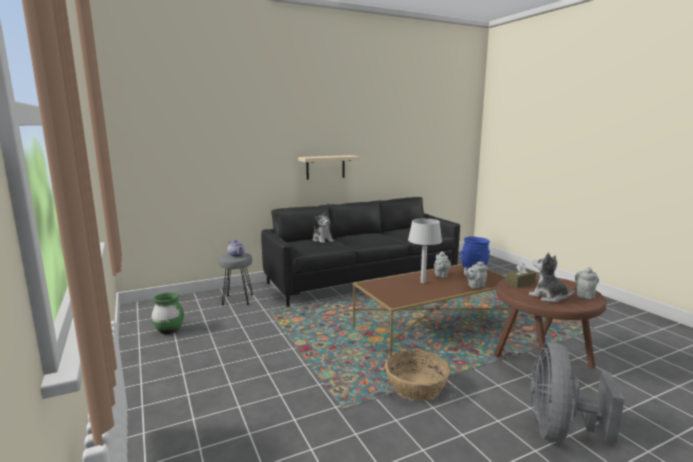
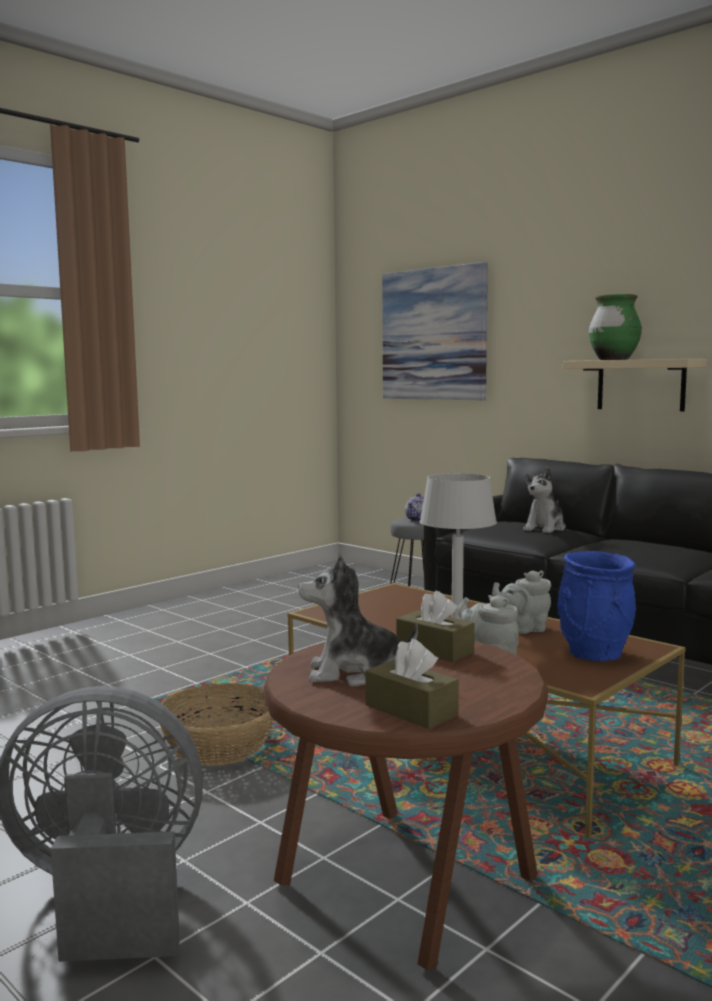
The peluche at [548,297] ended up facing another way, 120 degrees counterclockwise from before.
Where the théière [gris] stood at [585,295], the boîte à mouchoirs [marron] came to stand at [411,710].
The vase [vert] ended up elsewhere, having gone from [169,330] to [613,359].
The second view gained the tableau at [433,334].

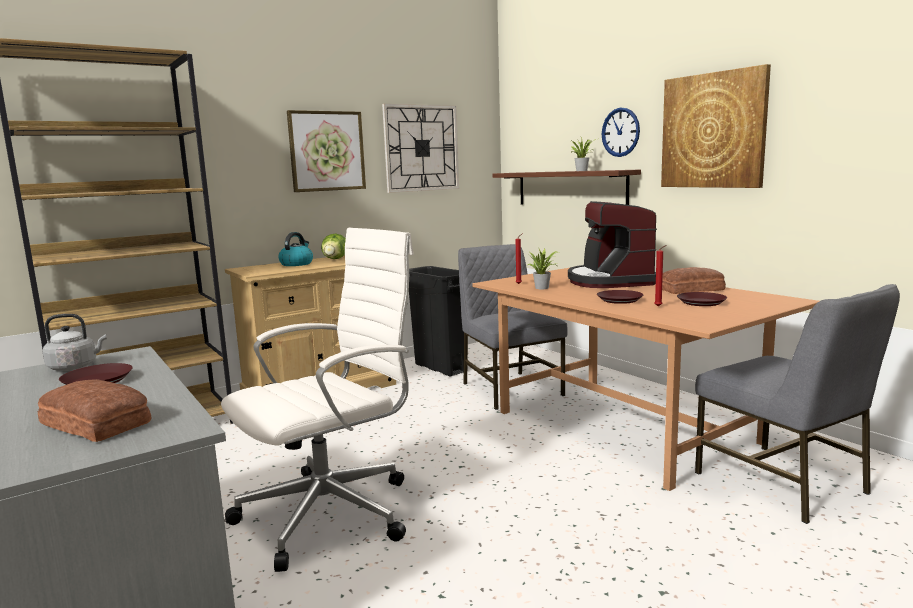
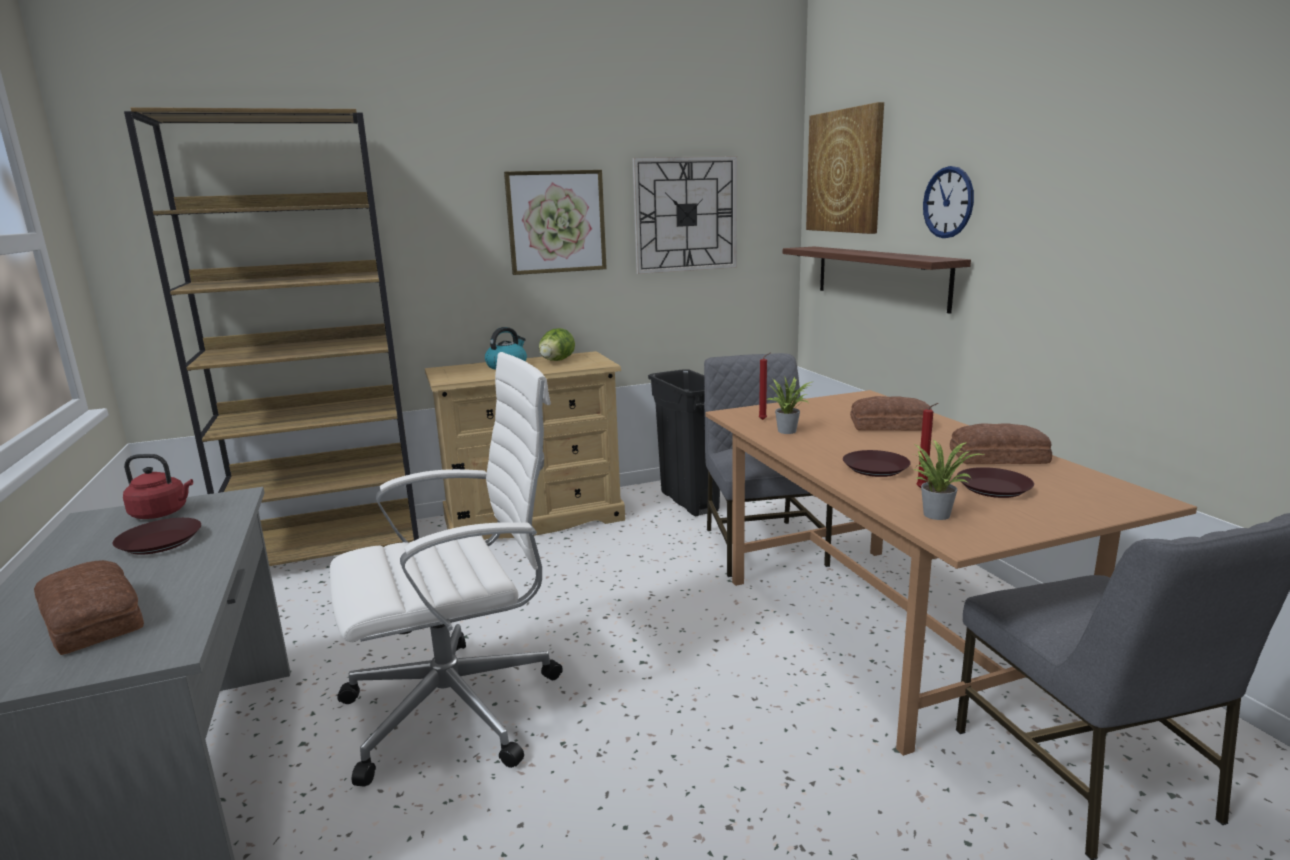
The tableau ended up elsewhere, having gone from [713,131] to [844,171].
The plante en pot ended up elsewhere, having gone from [581,170] to [936,513].
Where the machine à café stood at [609,281], the pain came to stand at [891,426].
What was the bouilloire [gris] at [75,367] turned into the bouilloire [rouge] at [162,513].

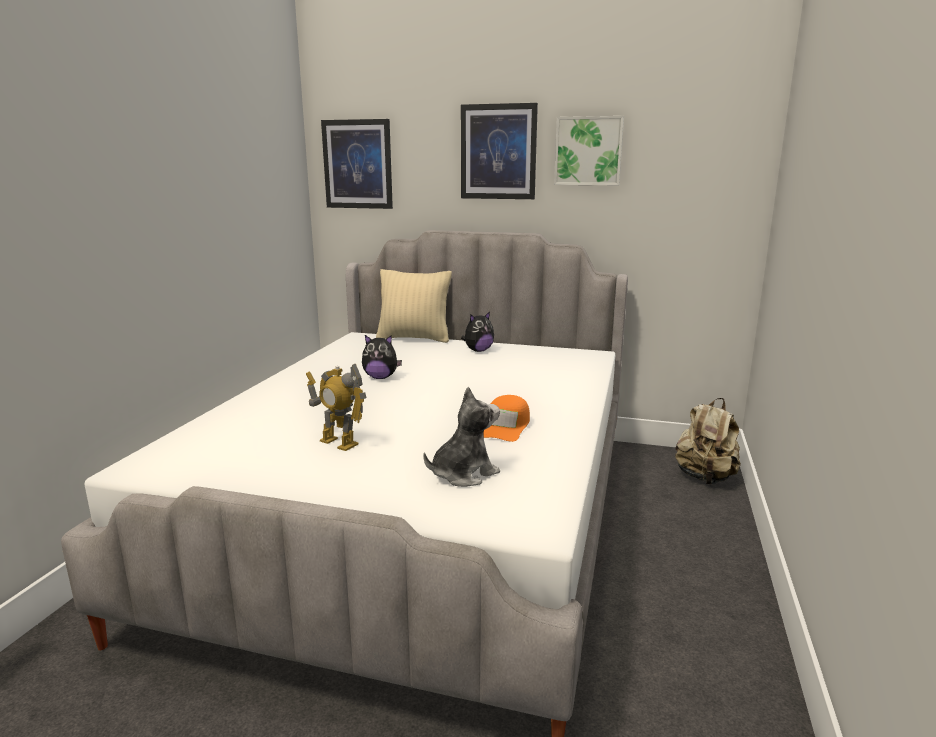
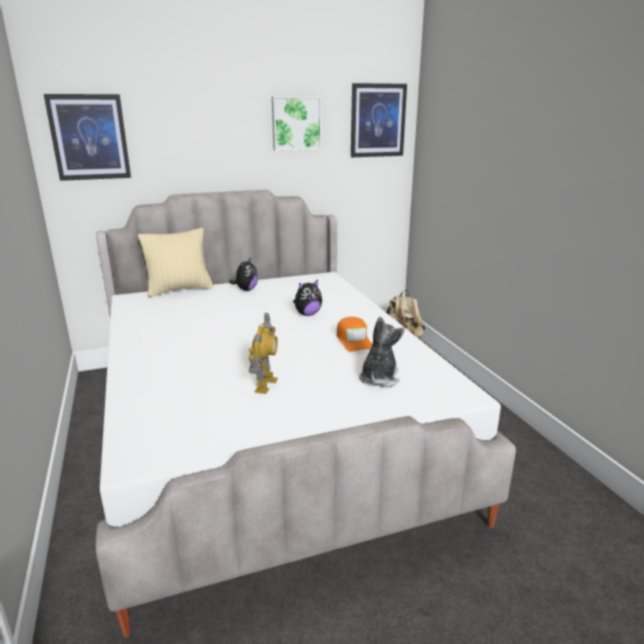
The tableau ended up elsewhere, having gone from [498,152] to [377,120].
The peluche ended up elsewhere, having gone from [380,377] to [307,314].
The robot jouet at [338,443] ended up facing another way, 75 degrees counterclockwise from before.

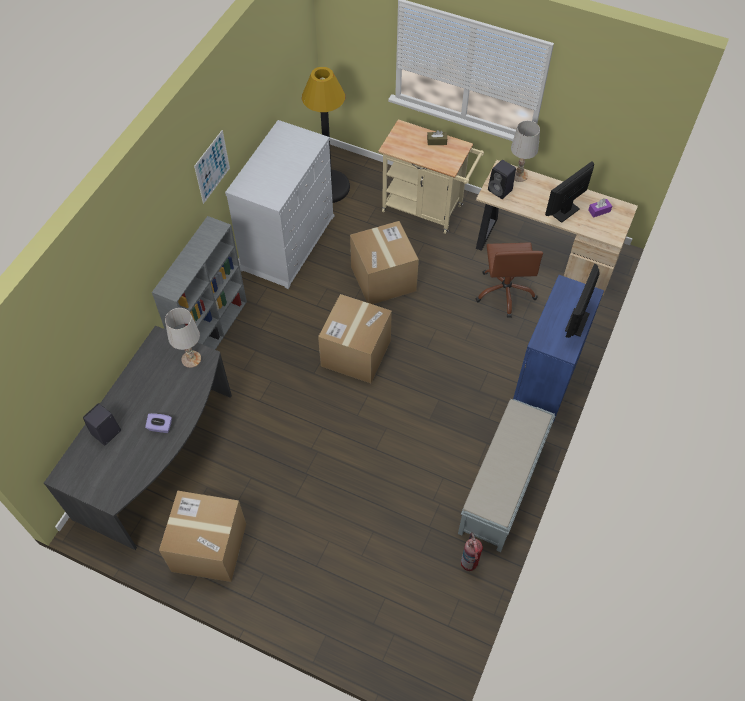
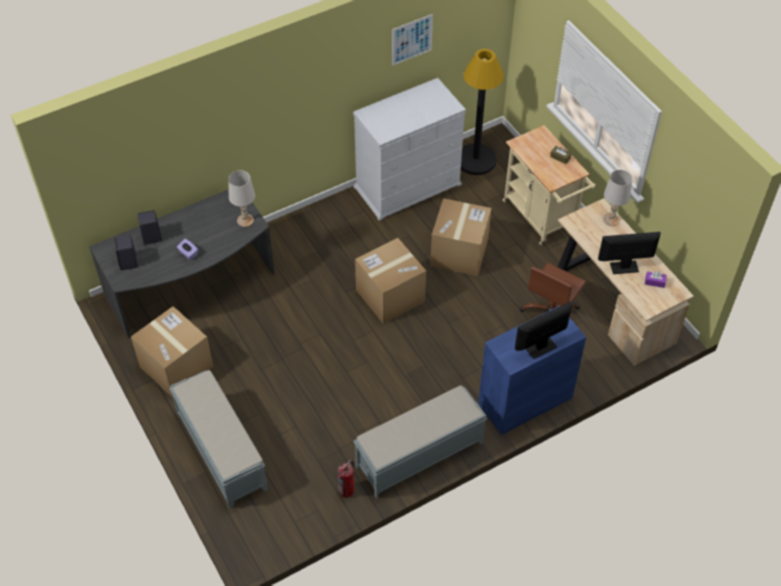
The tableau ended up elsewhere, having gone from [212,167] to [412,39].
The enceinte [noir] ended up elsewhere, having gone from [500,190] to [128,263].
The second view lost the bibliothèque [gris] at [213,331].
The second view gained the banc [gris] at [221,450].

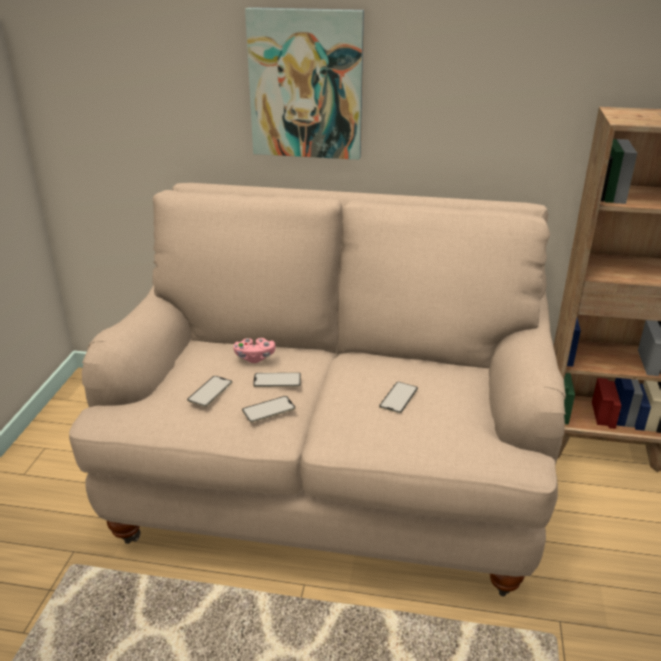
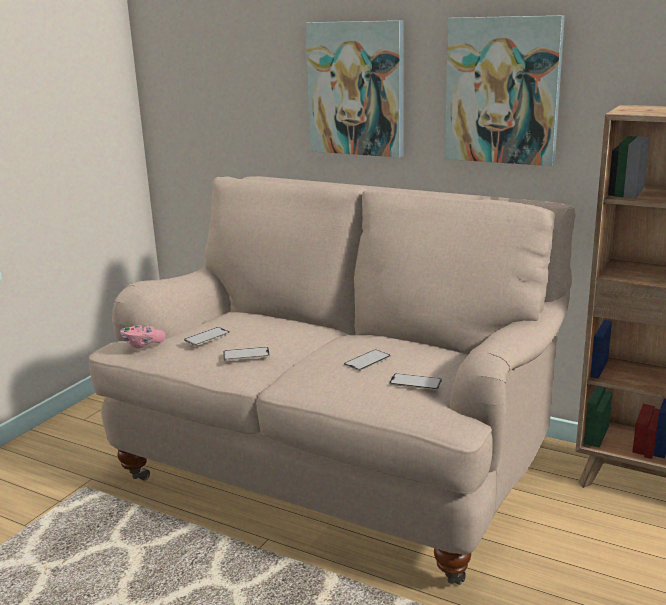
The manette [rose] ended up elsewhere, having gone from [254,357] to [142,344].
The téléphone ended up elsewhere, having gone from [277,380] to [415,382].
The second view gained the tableau at [502,90].

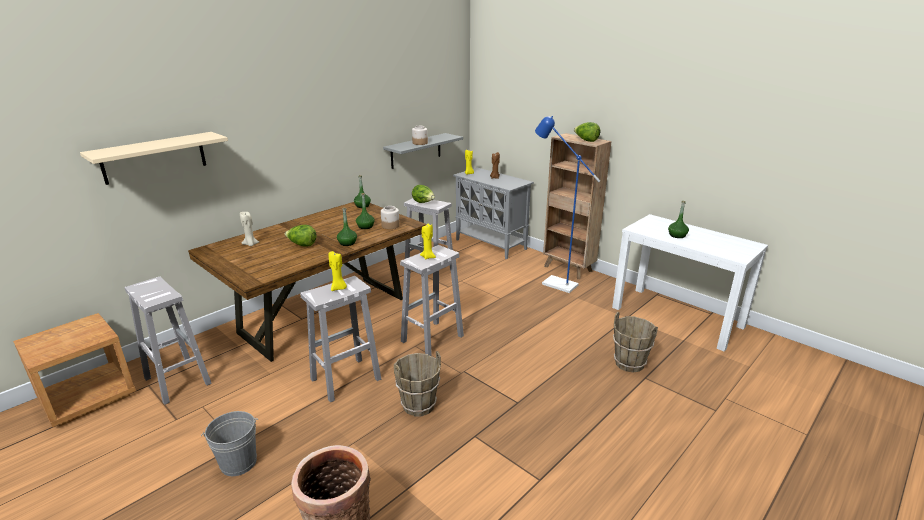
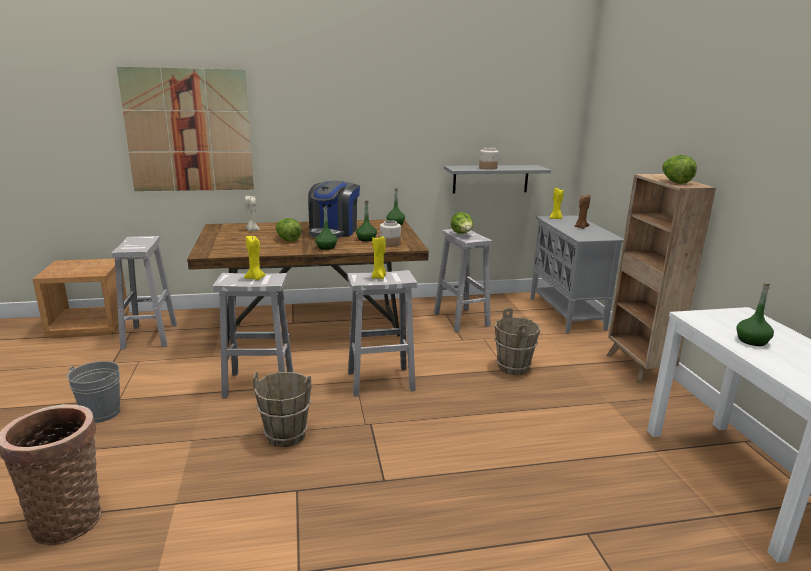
The second view lost the lampadaire [bleu] at [554,283].
Where the étagère [beige] hung at [154,157], the tableau came to hang at [189,131].
The seau [marron] ended up elsewhere, having gone from [629,363] to [513,367].
The second view gained the machine à café at [333,231].

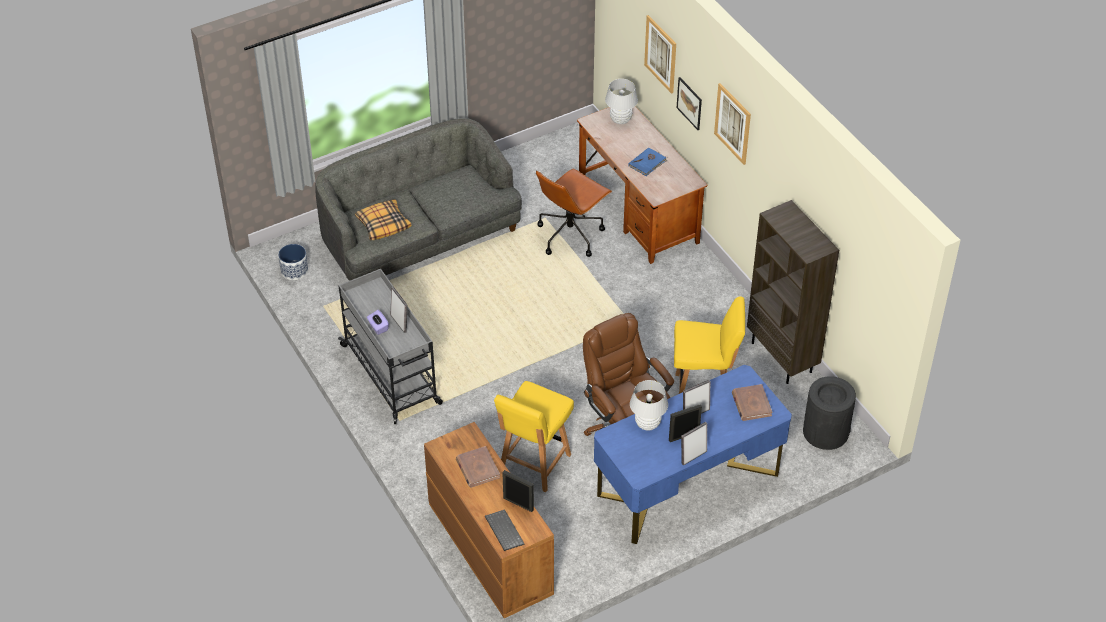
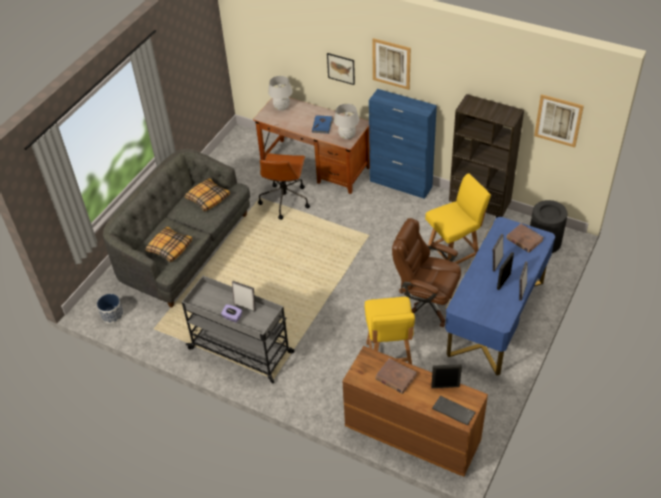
The tableau ended up elsewhere, having gone from [660,54] to [558,120].
The lampe de table [blanc] ended up elsewhere, having gone from [647,424] to [347,136].
The second view gained the meuble de rangement [bleu] at [401,184].
The second view gained the coussin at [207,198].

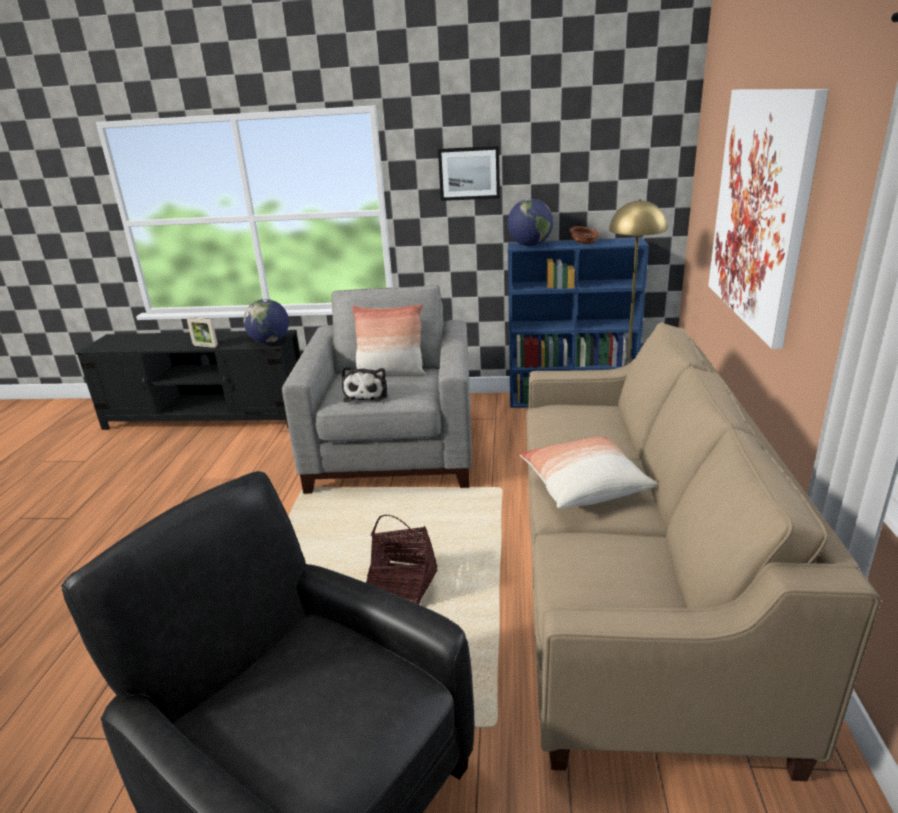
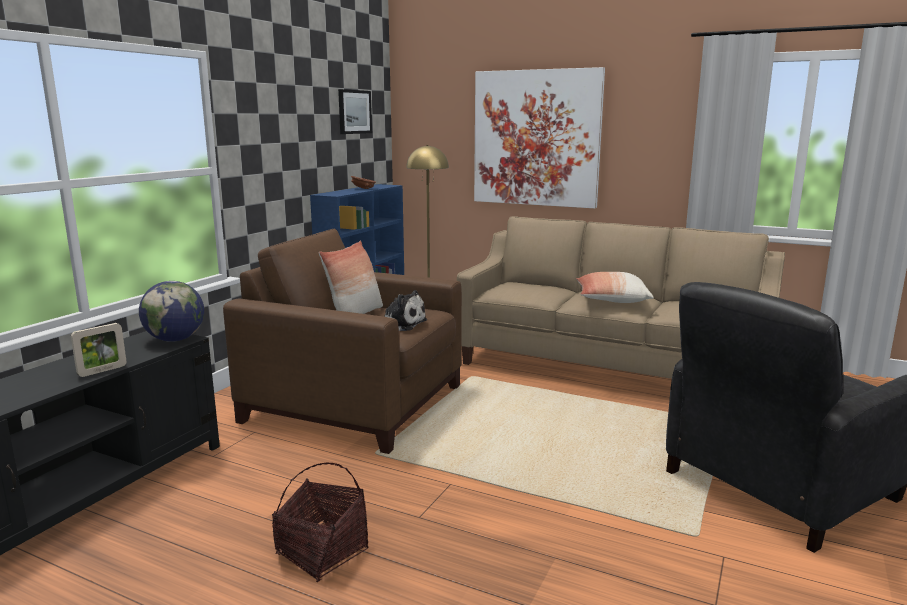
The tableau ended up elsewhere, having gone from [469,173] to [354,112].
The second view lost the globe at [530,245].
What was the fauteuil [gris] at [394,451] turned into the fauteuil [marron] at [358,403].
The panier ended up elsewhere, having gone from [402,585] to [321,552].

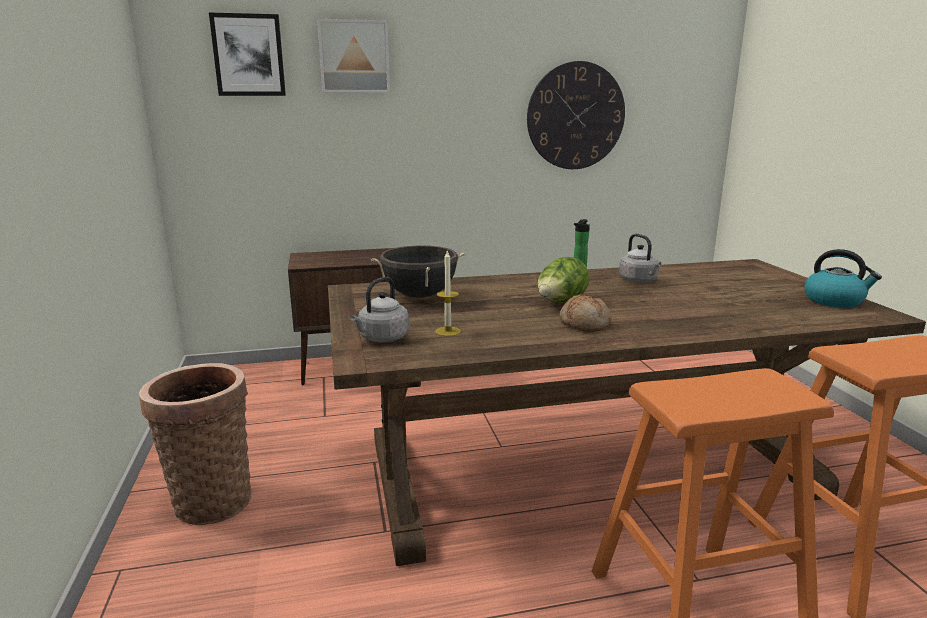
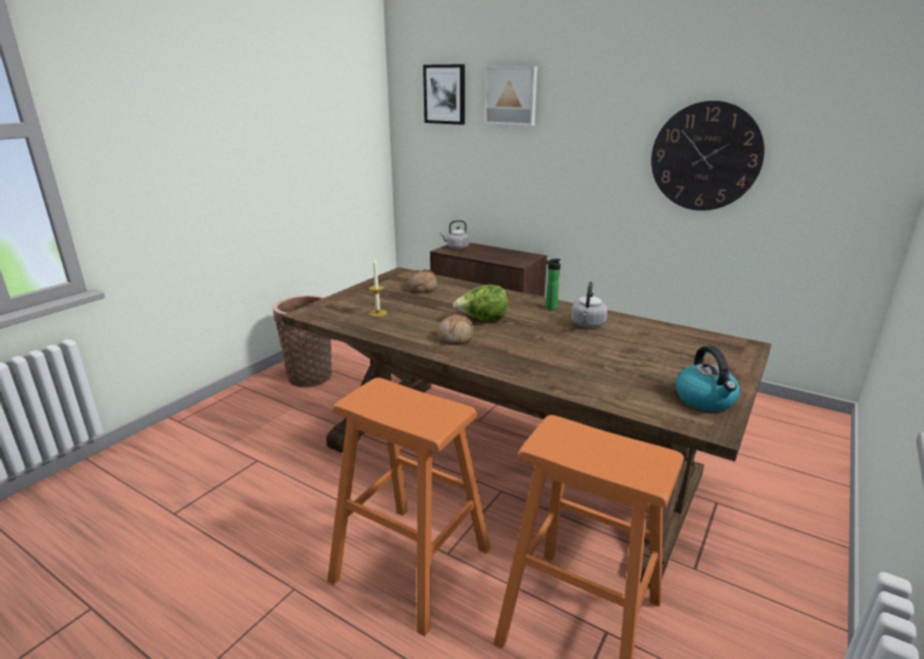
Where the marmite [noir] stood at [419,296], the pain came to stand at [422,288].
The bouilloire [gris] ended up elsewhere, having gone from [382,338] to [456,247].

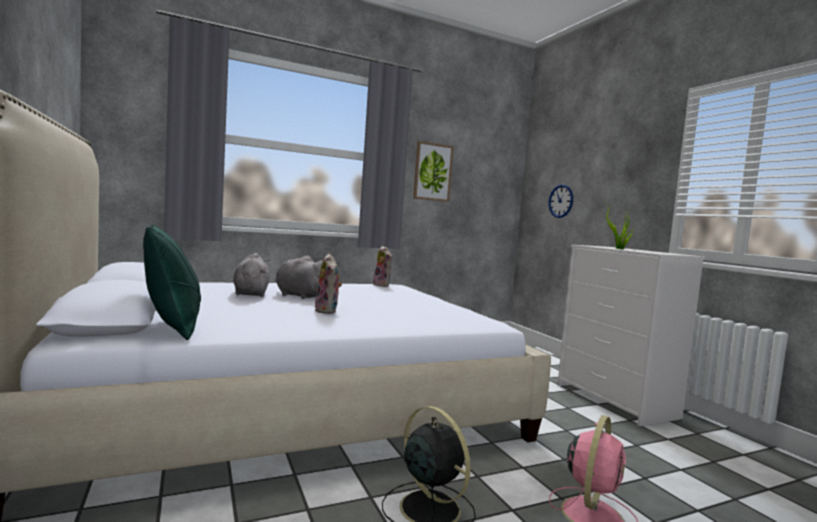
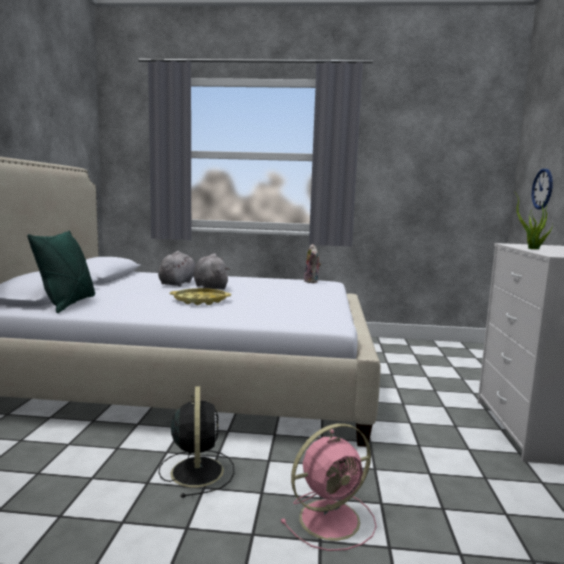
The second view lost the tableau at [432,172].
Where the peluche stood at [328,311], the plateau [jaune] came to stand at [200,301].

